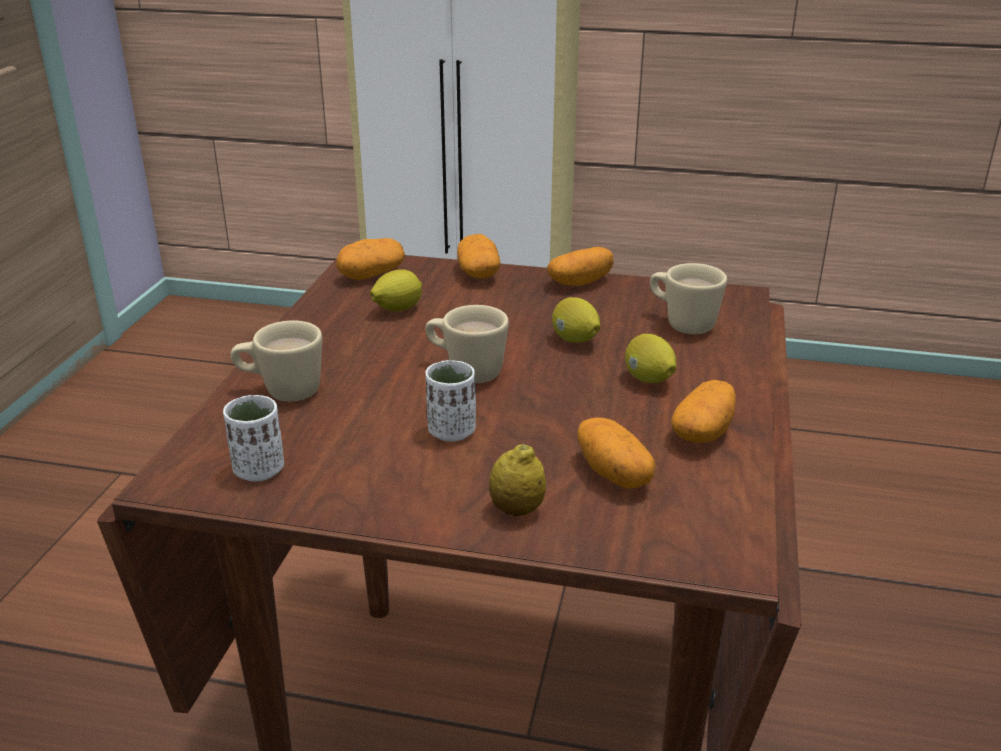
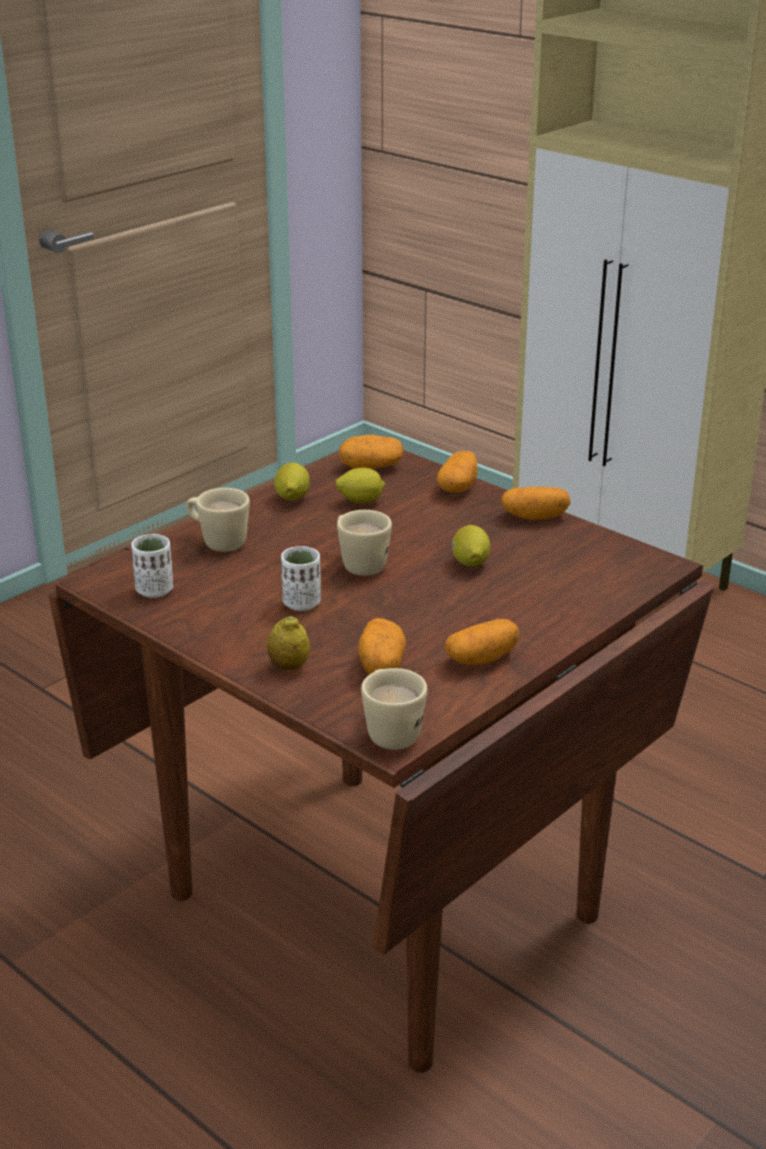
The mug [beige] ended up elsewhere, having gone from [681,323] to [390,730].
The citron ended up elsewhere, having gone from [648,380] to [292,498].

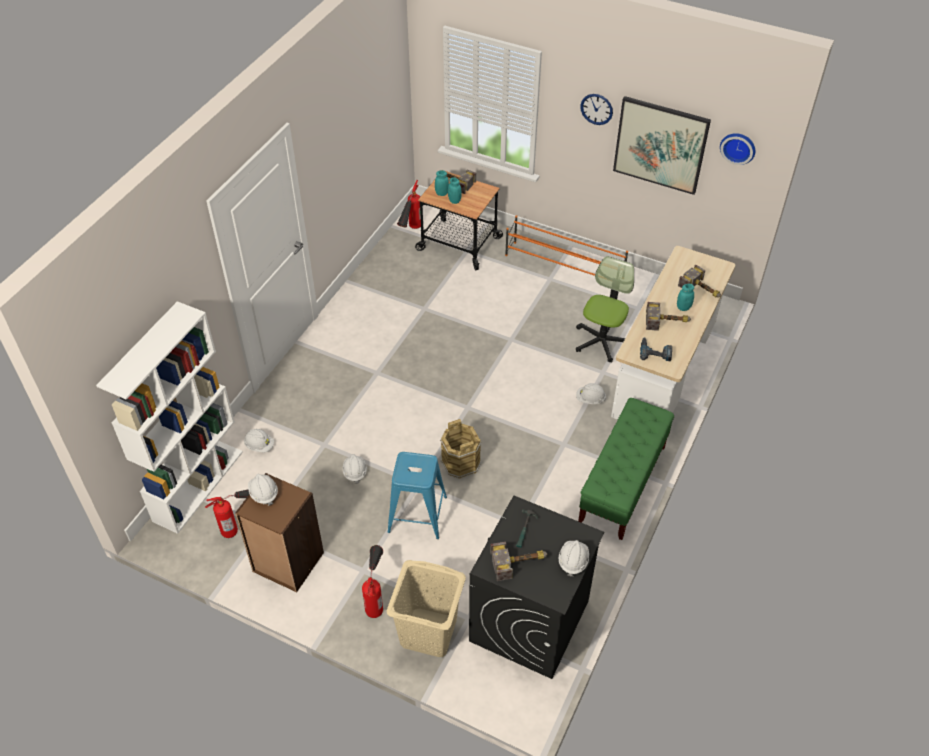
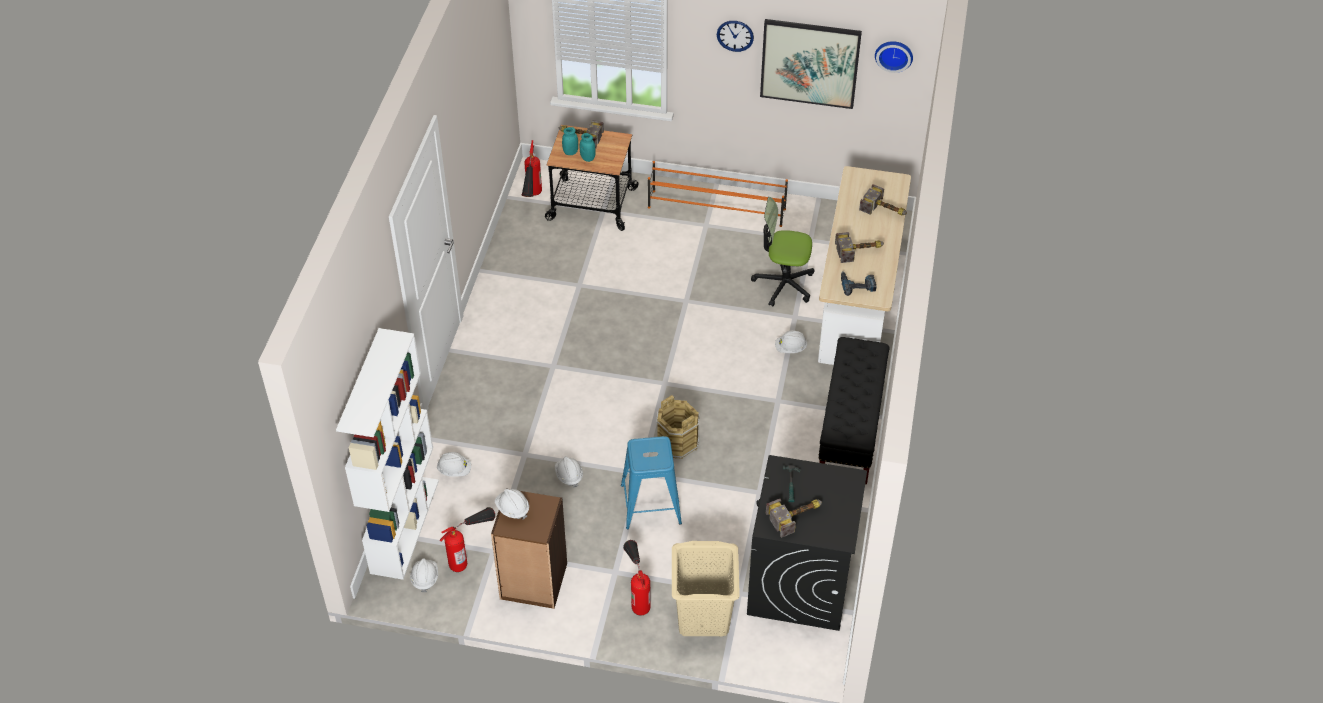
The chaise de bureau at [602,341] ended up facing another way, 90 degrees counterclockwise from before.
The second view lost the bocal [turquoise] at [683,307].
What was the banc [vert] at [622,484] turned into the banc [noir] at [850,429].
The casque de chantier [blanc] ended up elsewhere, having gone from [573,561] to [425,578].

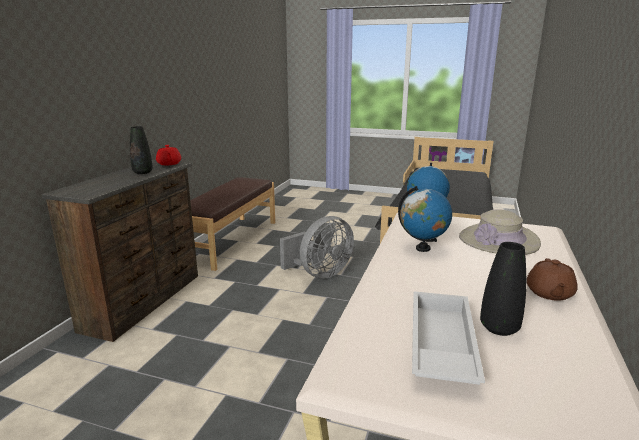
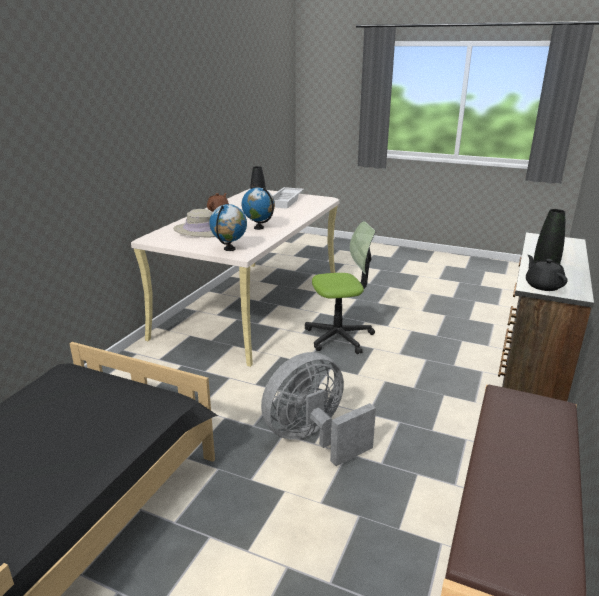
What was the théière [rouge] at [169,164] turned into the théière [noir] at [543,286].
The second view gained the chaise de bureau at [339,337].

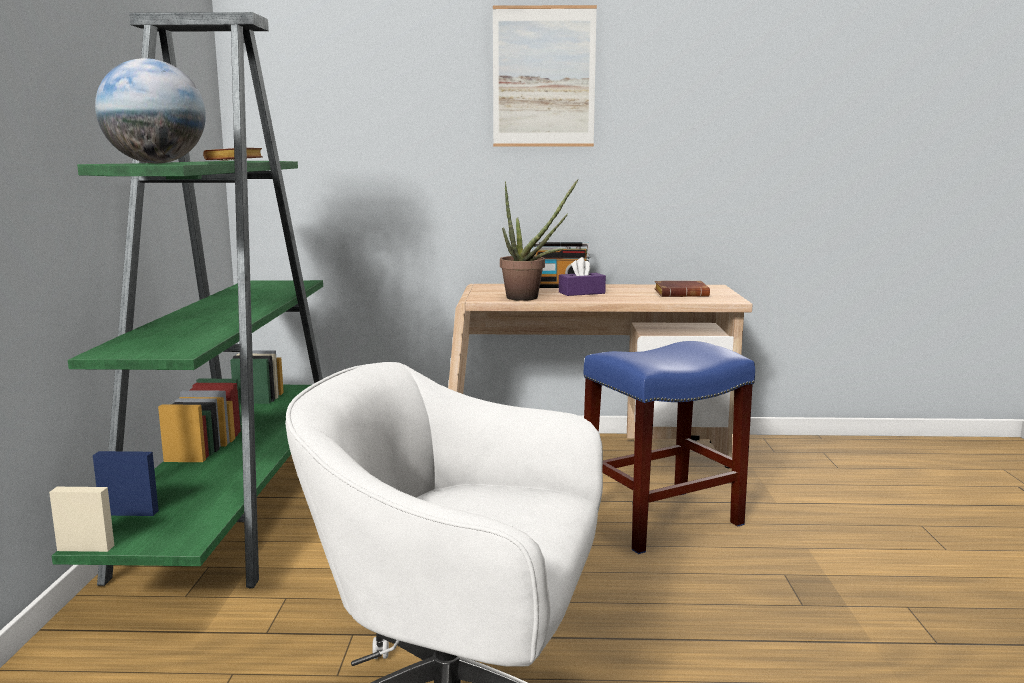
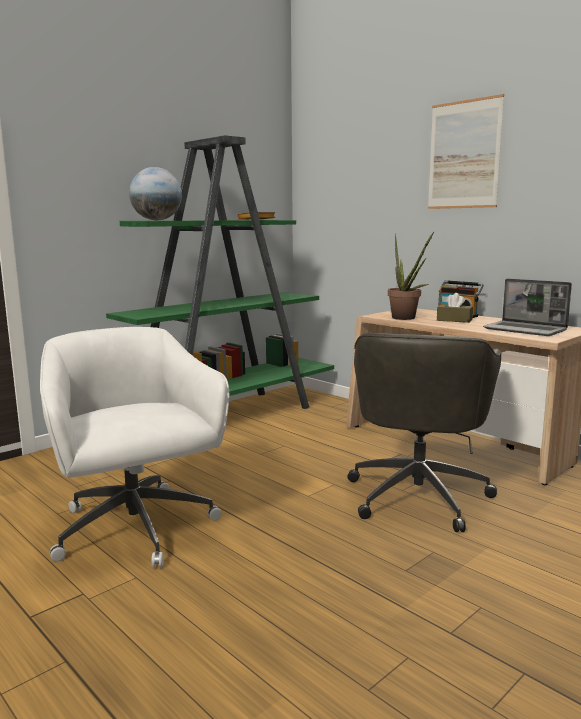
What was the boîte à mouchoirs [violet] at [581,293] turned into the boîte à mouchoirs [marron] at [454,320].
Where the livre [marron] stood at [682,294], the ordinateur portable came to stand at [525,330].
Where the tabouret [bleu] stood at [660,520], the chaise de bureau [gris] came to stand at [418,494].

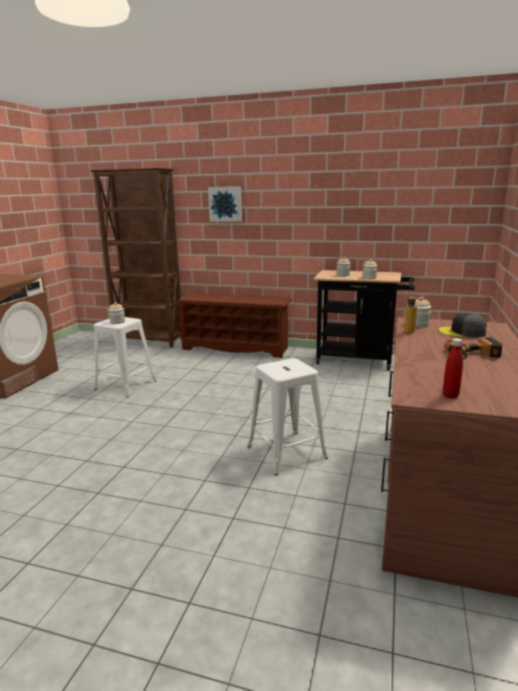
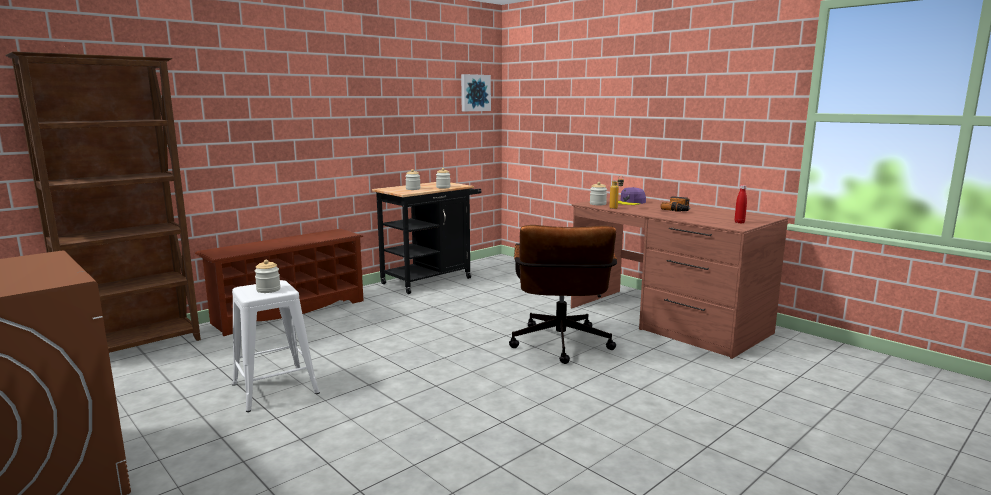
The tableau ended up elsewhere, having gone from [225,204] to [474,93].
What was the casquette [gris] at [462,332] turned into the casquette [violet] at [630,202].
Where the tabouret [blanc] stood at [286,452], the chaise de bureau [marron] came to stand at [561,347].

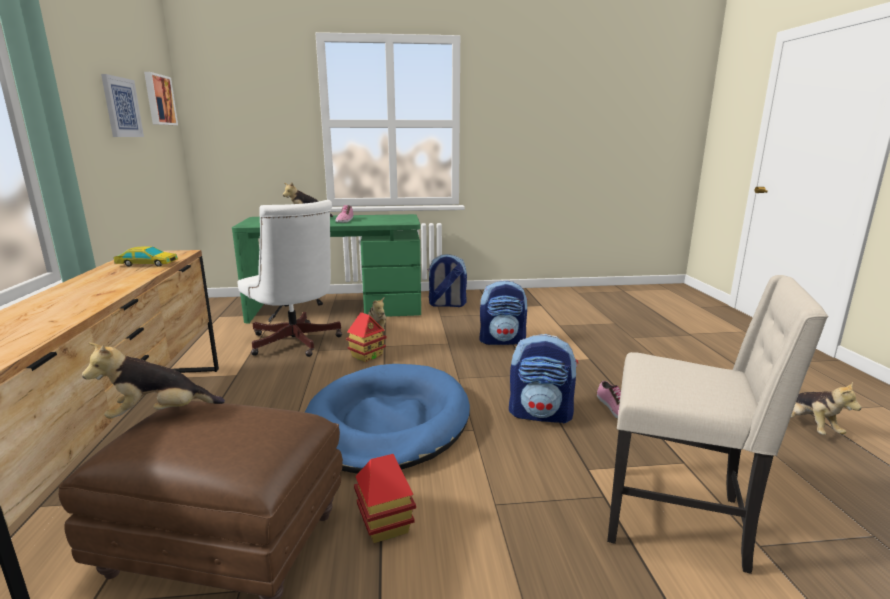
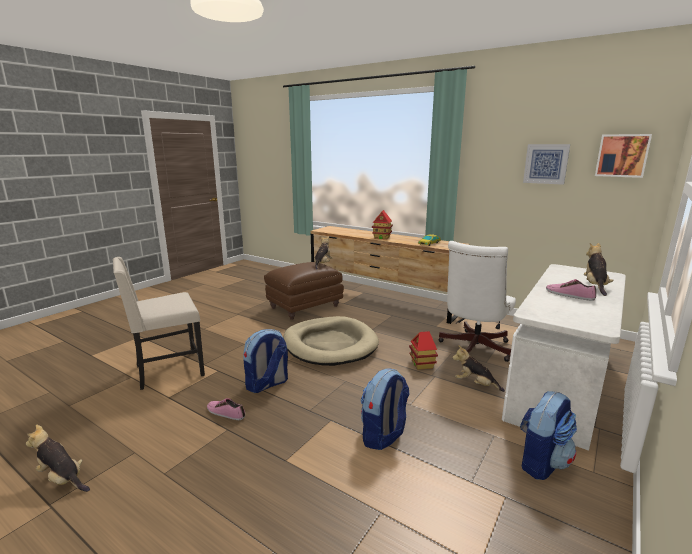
The chaise de bureau [blanc] at [295,343] ended up facing another way, 60 degrees counterclockwise from before.
What was the bureau [vert] at [337,309] turned into the bureau [blanc] at [560,385].
What was the panier pour chien [bleu] at [387,422] turned into the panier pour chien [beige] at [330,344].
The maison miniature ended up elsewhere, having gone from [385,524] to [382,237].

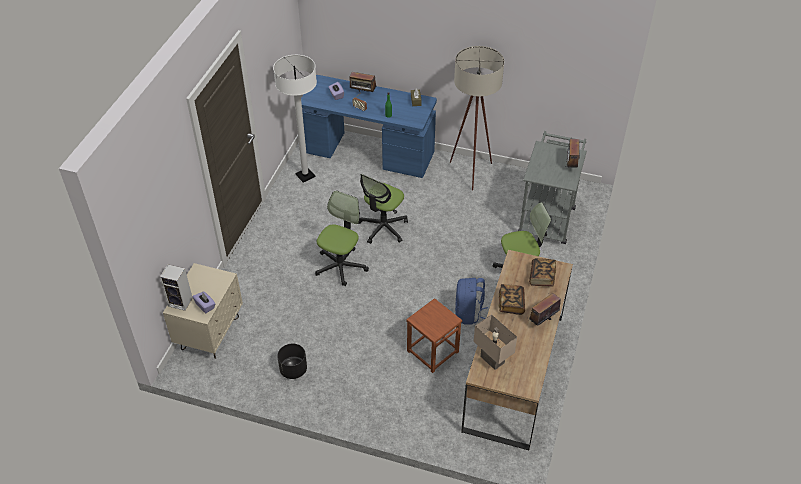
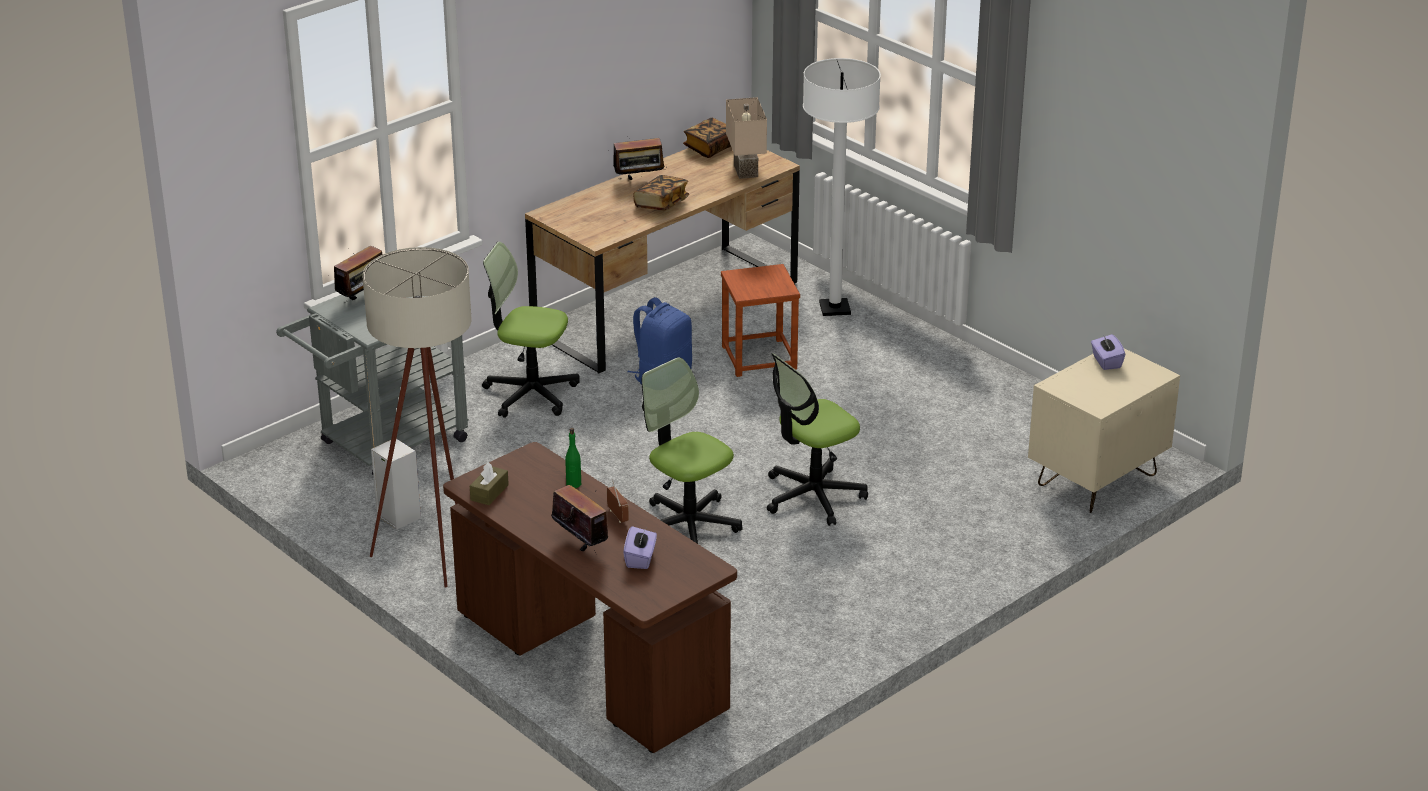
The lampadaire [blanc] ended up elsewhere, having gone from [305,176] to [834,309].
What was the bureau [bleu] at [369,153] turned into the bureau [marron] at [590,663].
The chaise de bureau at [383,228] ended up facing another way, 105 degrees counterclockwise from before.
The livre ended up elsewhere, having gone from [542,277] to [710,148].
The enceinte ended up elsewhere, having gone from [181,302] to [397,516].
The second view lost the cache-pot [noir] at [293,370].

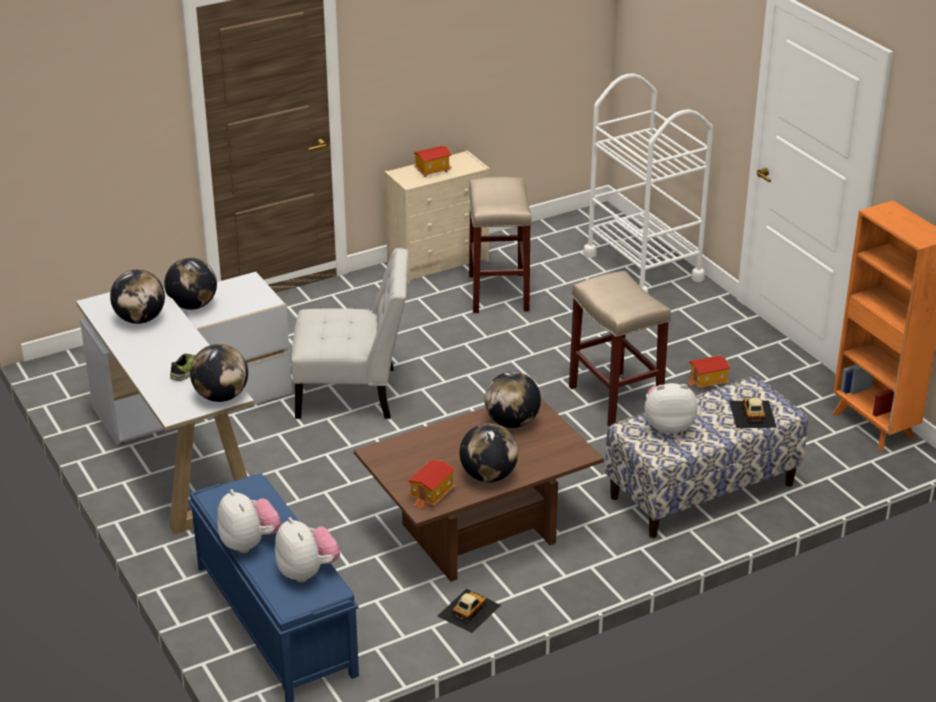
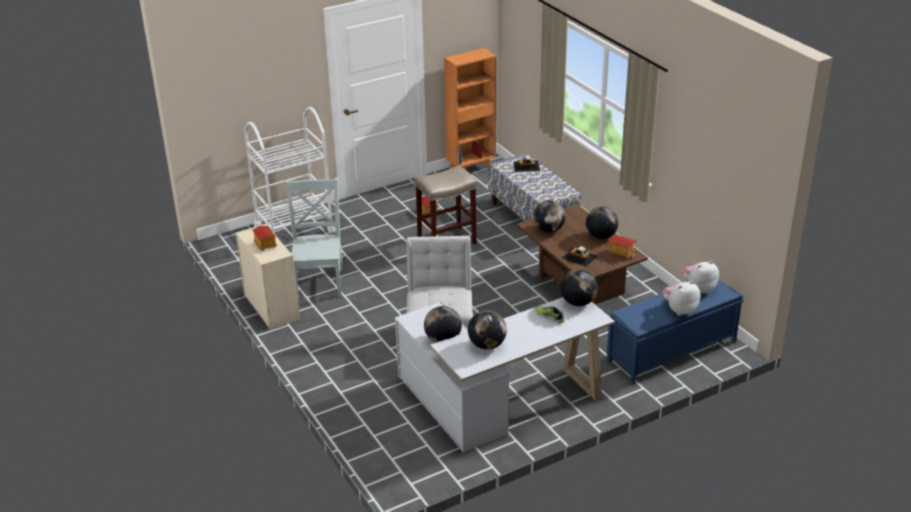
Where the tabouret [beige] stood at [499,293], the chaise [gris] came to stand at [320,281].
The second view lost the peluche at [668,426].
The petite voiture ended up elsewhere, having gone from [468,610] to [579,257].

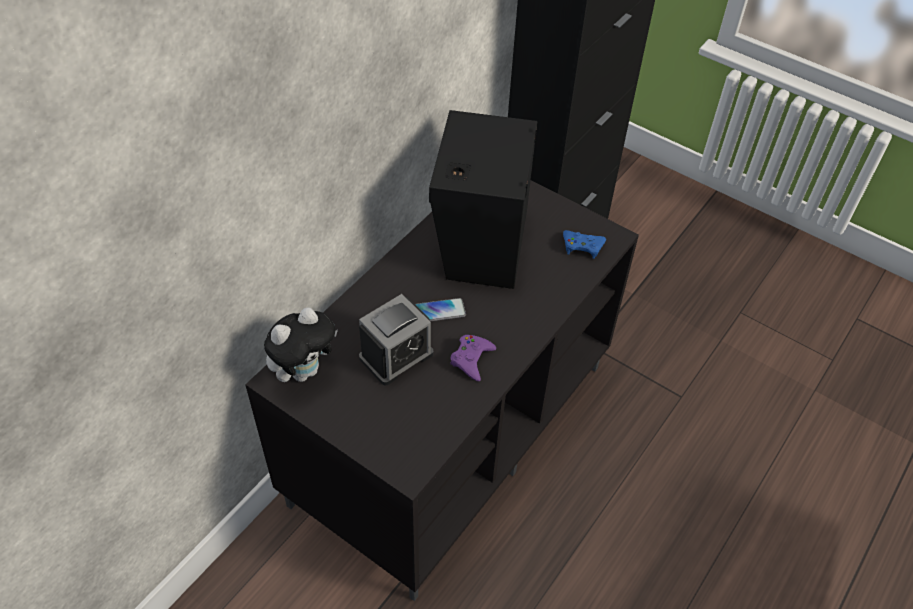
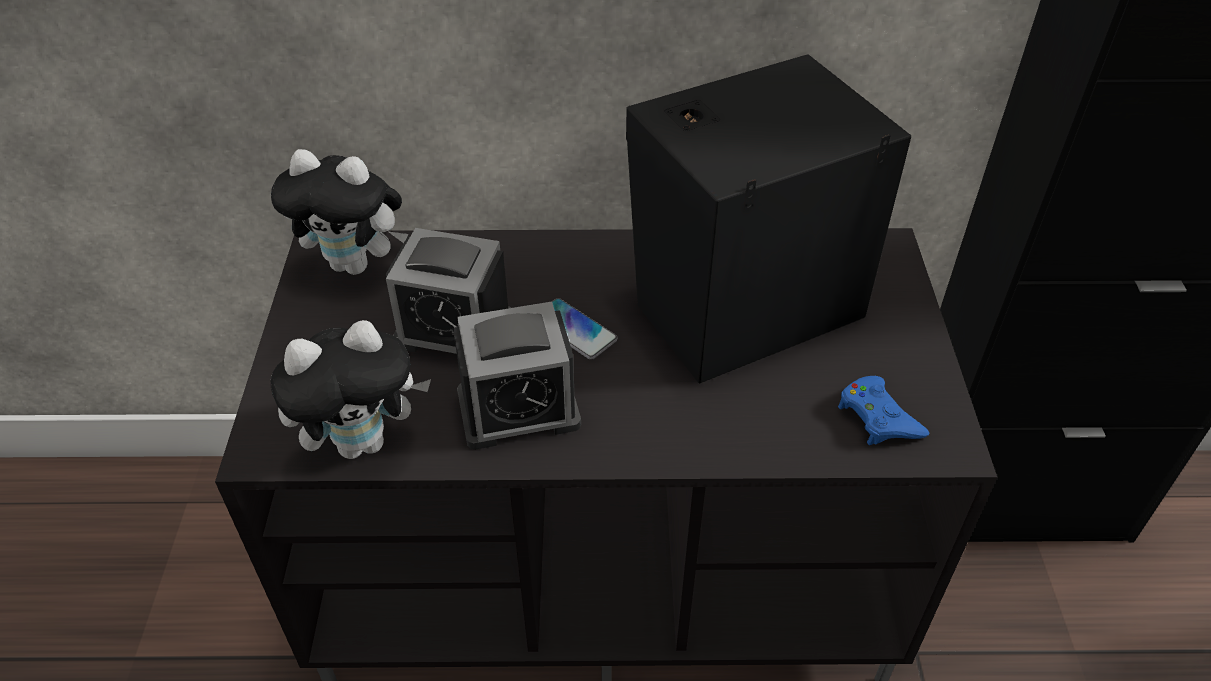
Where the manette [violet] stood at [471,359], the réveil came to stand at [518,409].
The second view gained the peluche at [363,441].

